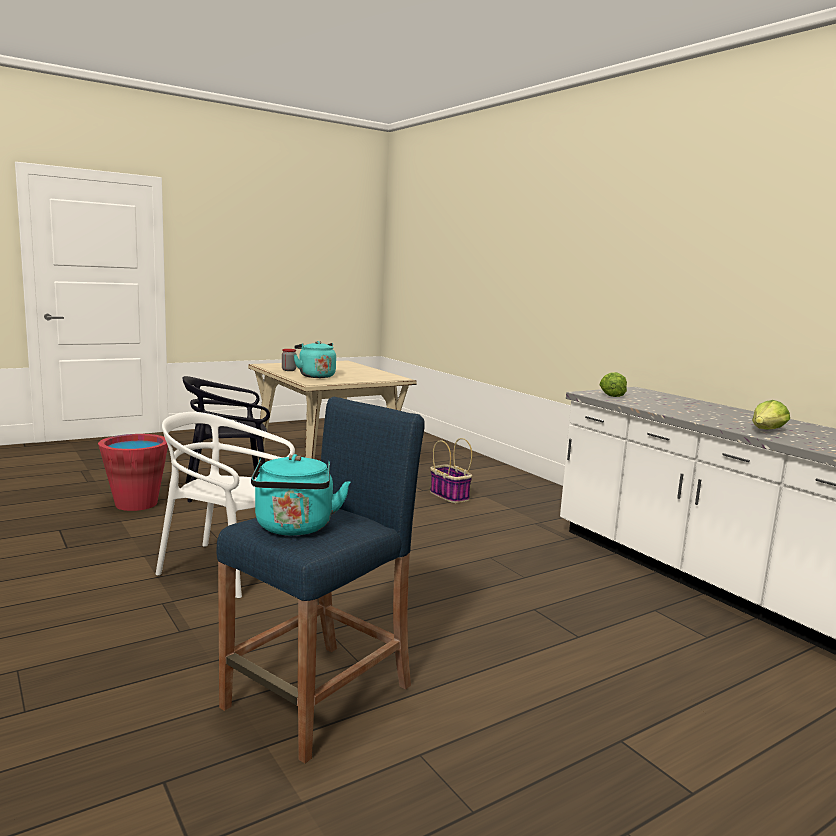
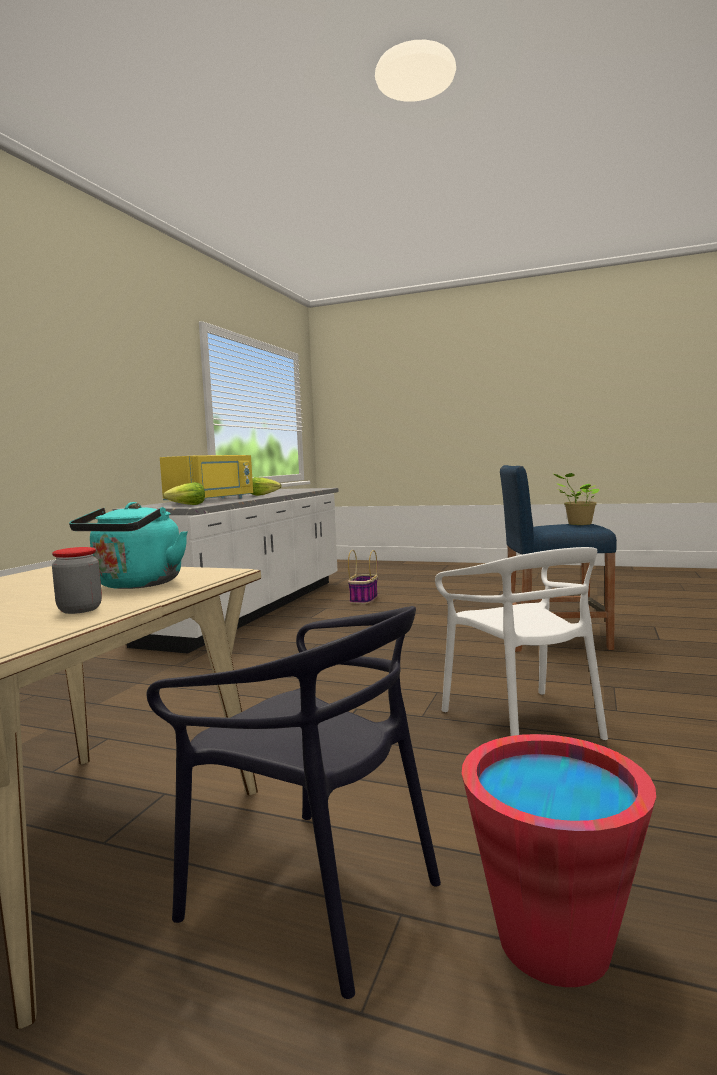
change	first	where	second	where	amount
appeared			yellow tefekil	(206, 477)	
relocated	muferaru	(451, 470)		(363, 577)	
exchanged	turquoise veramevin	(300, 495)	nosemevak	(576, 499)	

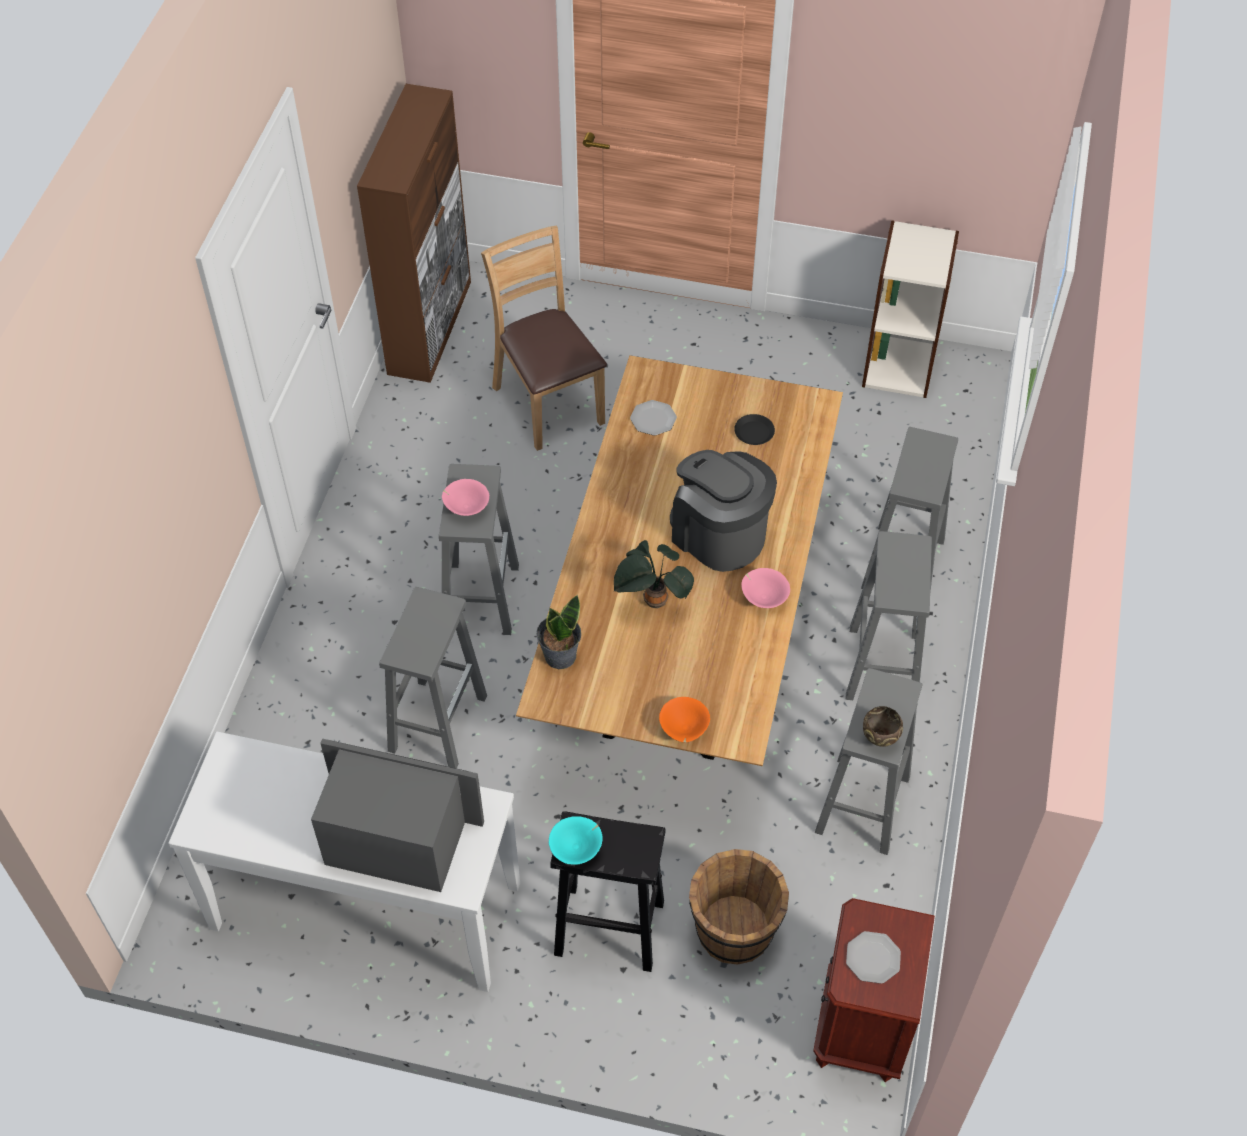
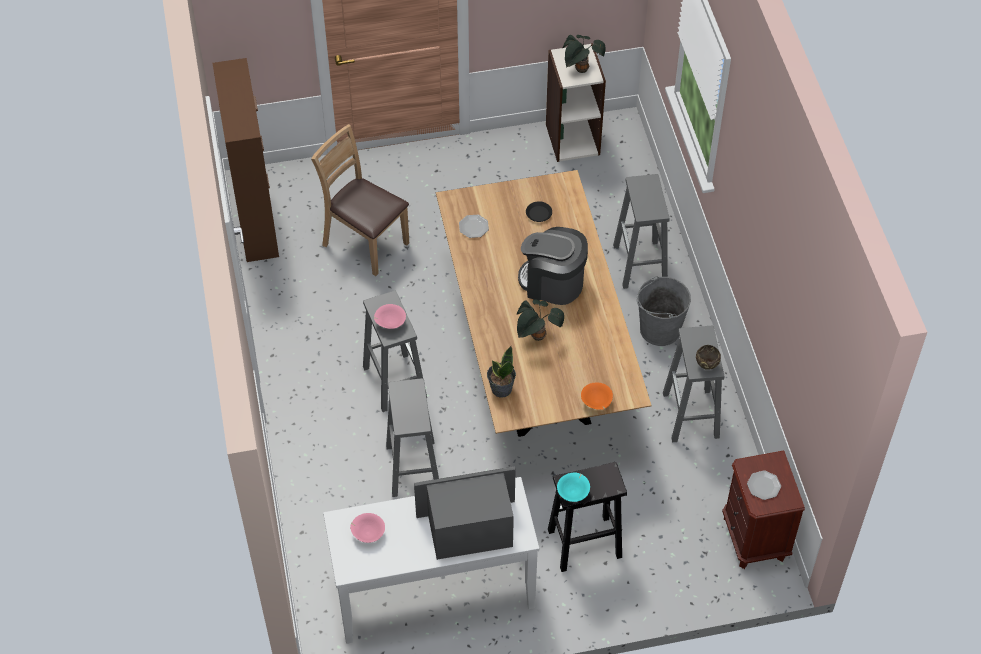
change	first	where	second	where	amount
relocated	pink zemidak	(766, 588)		(367, 528)	
appeared			nosemevak	(584, 54)	
exchanged	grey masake	(889, 617)	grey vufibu	(663, 311)	
missing	brown vufibu	(739, 907)			

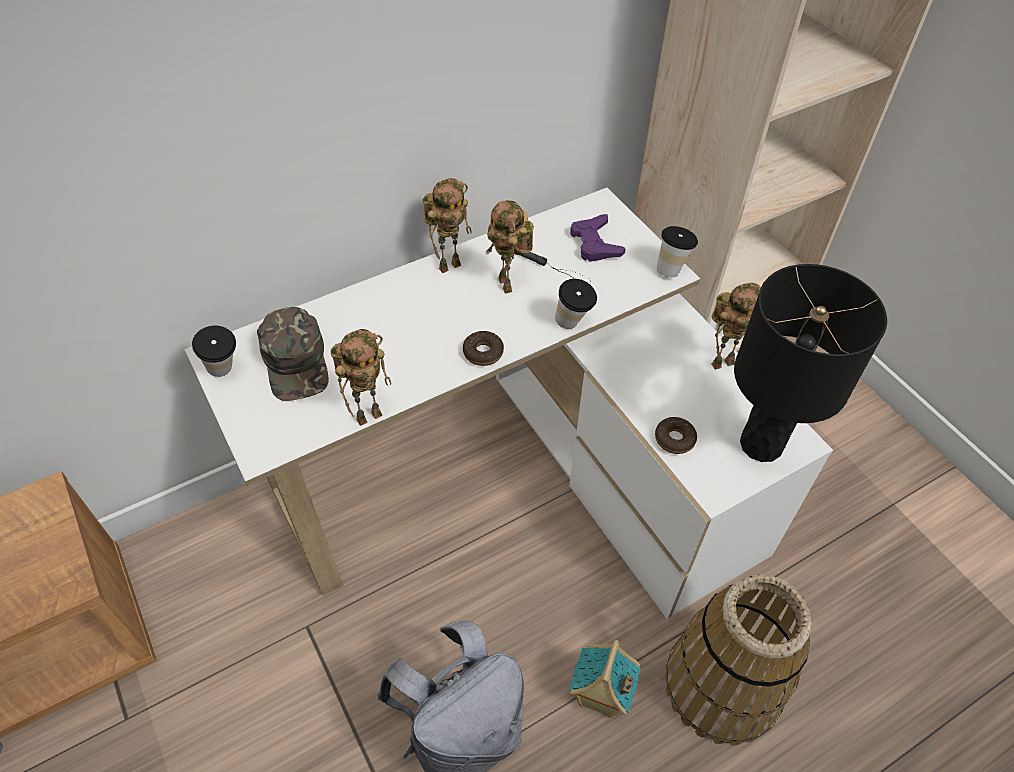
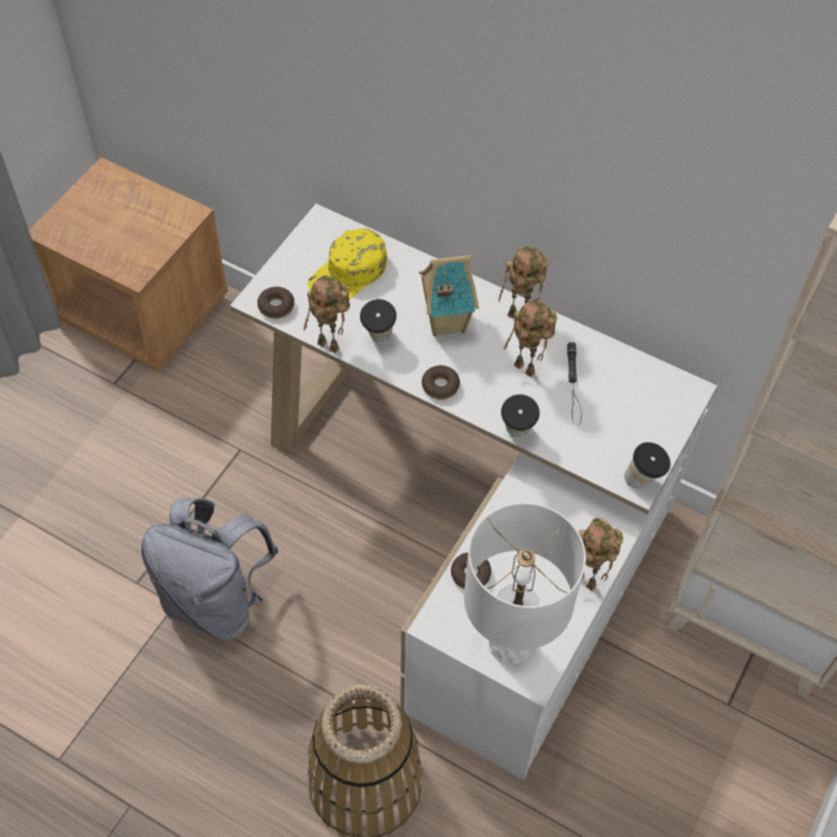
change	first	where	second	where	amount
appeared			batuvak	(275, 303)	
colour	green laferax	(293, 354)	yellow laferax	(347, 264)	
relocated	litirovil	(214, 351)		(378, 320)	
relocated	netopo	(605, 679)		(449, 296)	
colour	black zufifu	(810, 363)	white zufifu	(525, 584)	
spun	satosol	(509, 247)		(530, 338)	90 degrees counterclockwise
missing	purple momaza	(598, 238)			

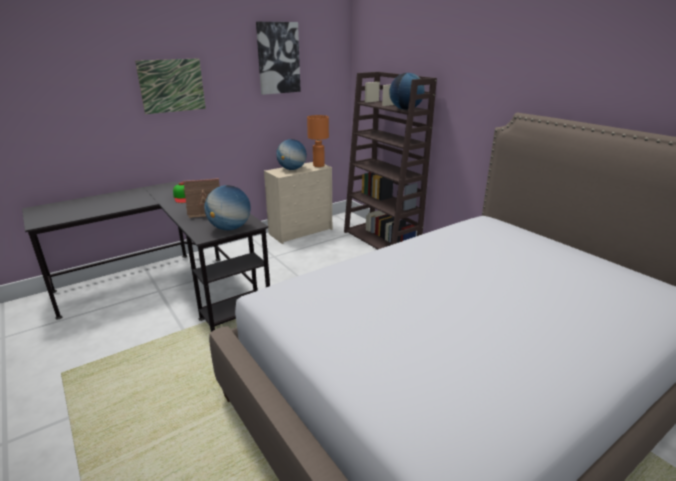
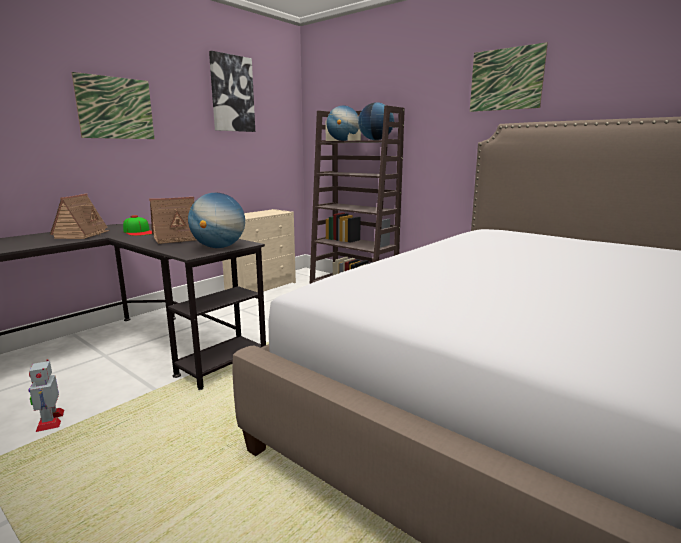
change	first	where	second	where	amount
appeared			satosol	(46, 395)	
appeared			netopo	(80, 216)	
relocated	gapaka	(291, 154)		(342, 123)	
appeared			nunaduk	(509, 77)	
missing	orange zufifu	(318, 141)			

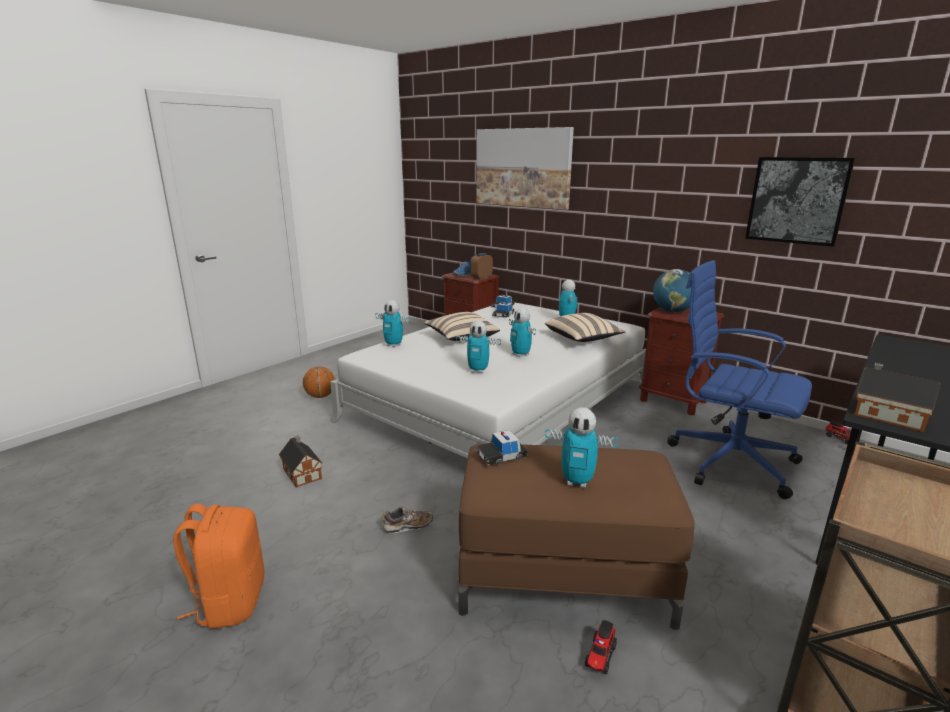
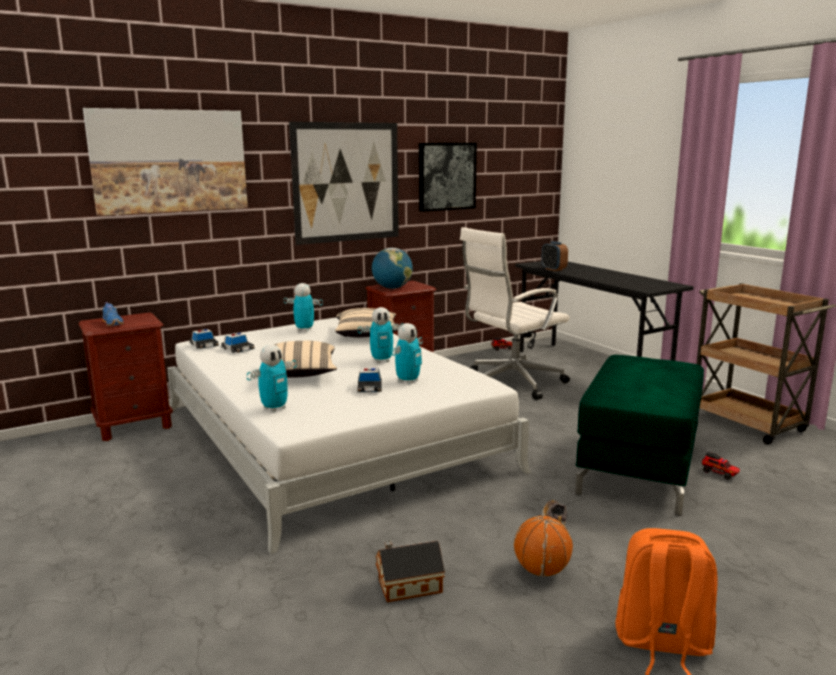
change	first	where	second	where	amount
appeared			nunaduk	(344, 183)	
relocated	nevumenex	(502, 448)		(369, 380)	
colour	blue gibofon	(739, 379)	white gibofon	(515, 313)	
relocated	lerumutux	(319, 382)		(543, 546)	
relocated	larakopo	(481, 266)		(554, 256)	
colour	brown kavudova	(576, 536)	green kavudova	(639, 435)	
missing	satosol	(581, 447)			
missing	netopo	(898, 397)			

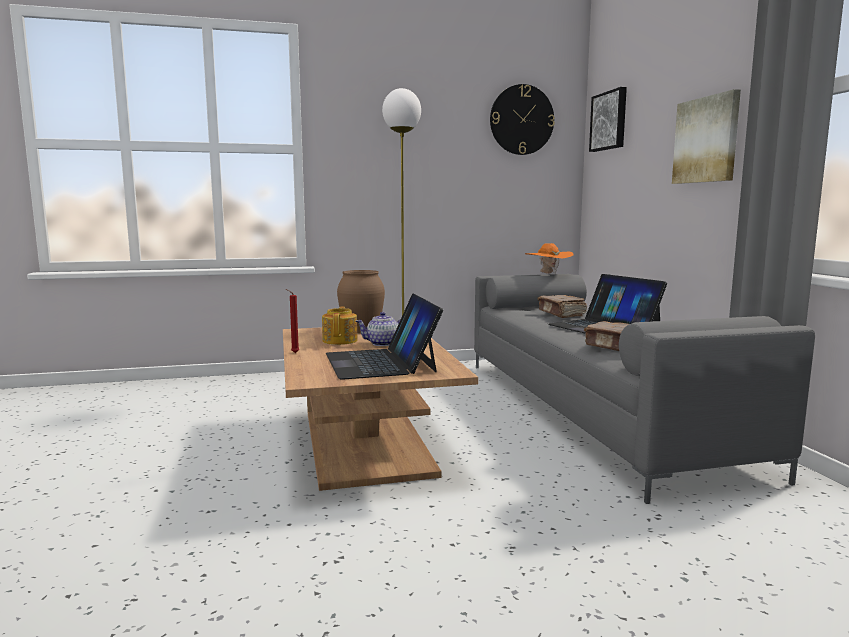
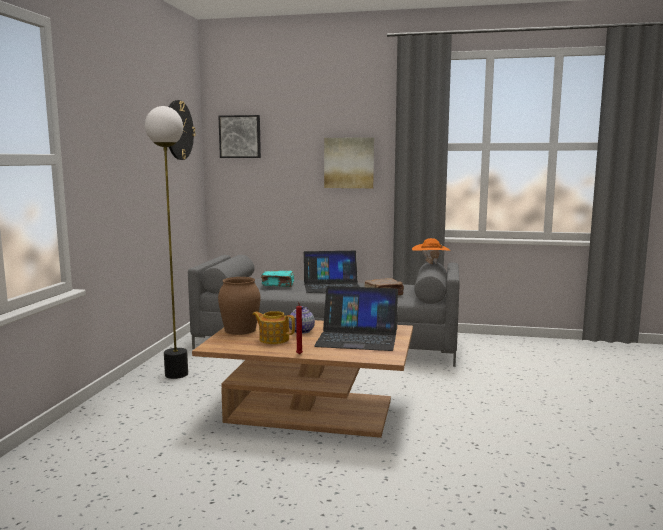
change	first	where	second	where	amount
colour	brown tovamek	(562, 306)	turquoise tovamek	(277, 279)	
relocated	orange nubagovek	(549, 259)		(431, 251)	

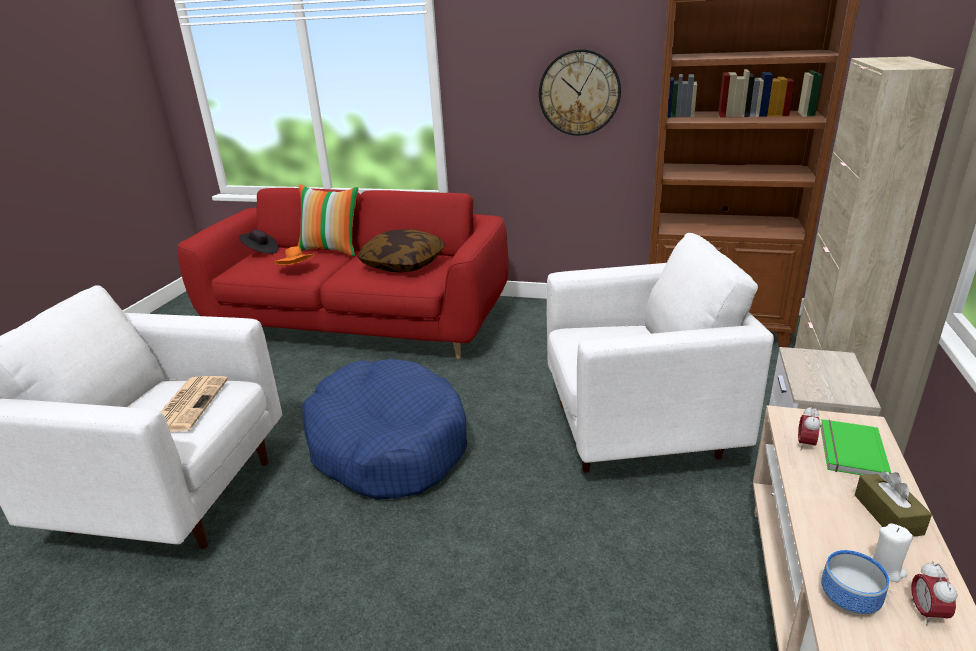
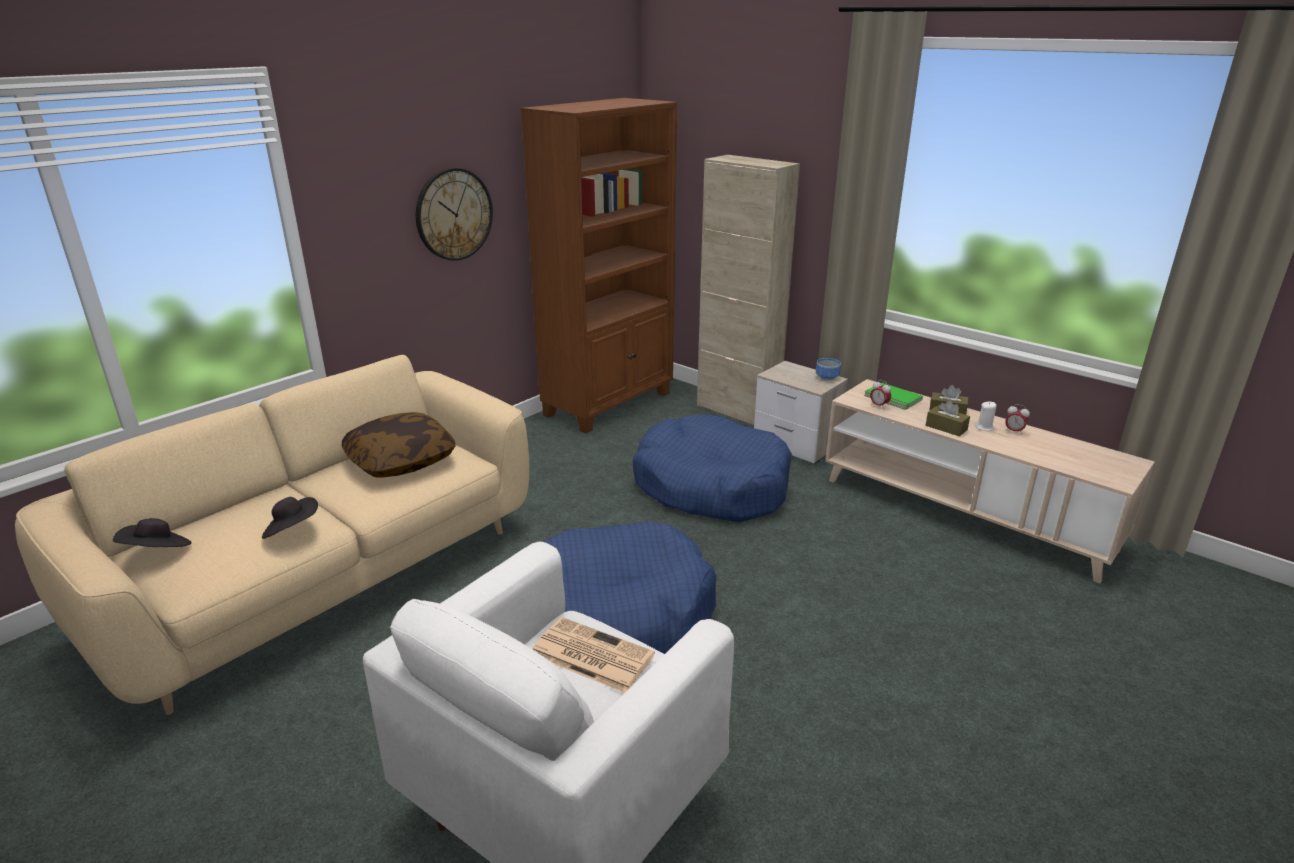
change	first	where	second	where	amount
colour	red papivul	(343, 273)	beige papivul	(272, 535)	
colour	orange nubagovek	(294, 256)	black nubagovek	(290, 518)	
exchanged	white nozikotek	(660, 353)	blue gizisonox	(712, 468)	
relocated	zemidak	(855, 582)		(828, 369)	
appeared			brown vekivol	(948, 418)	
missing	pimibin	(328, 220)			

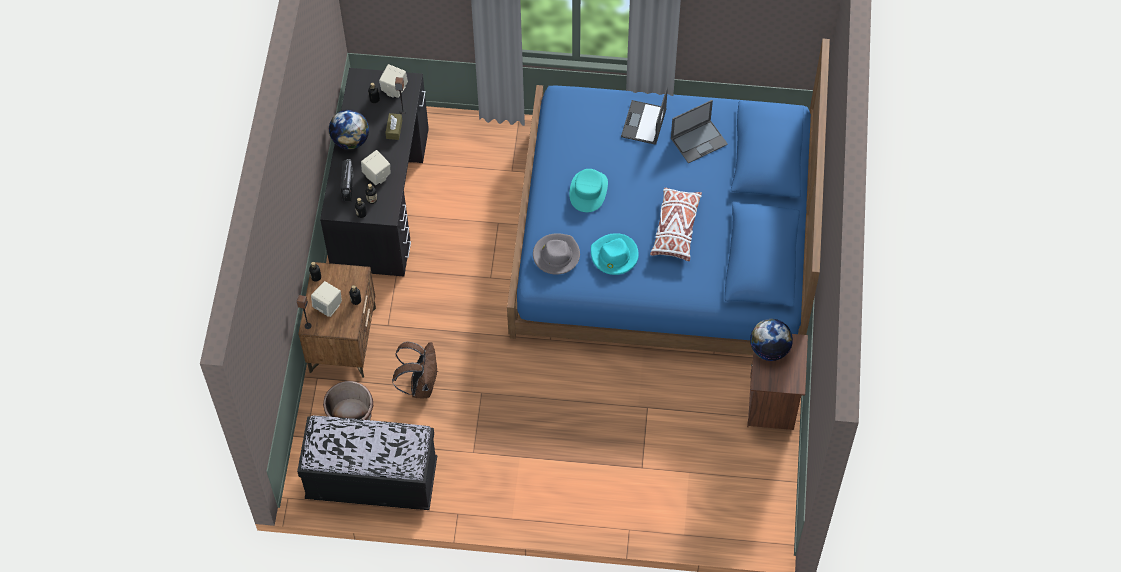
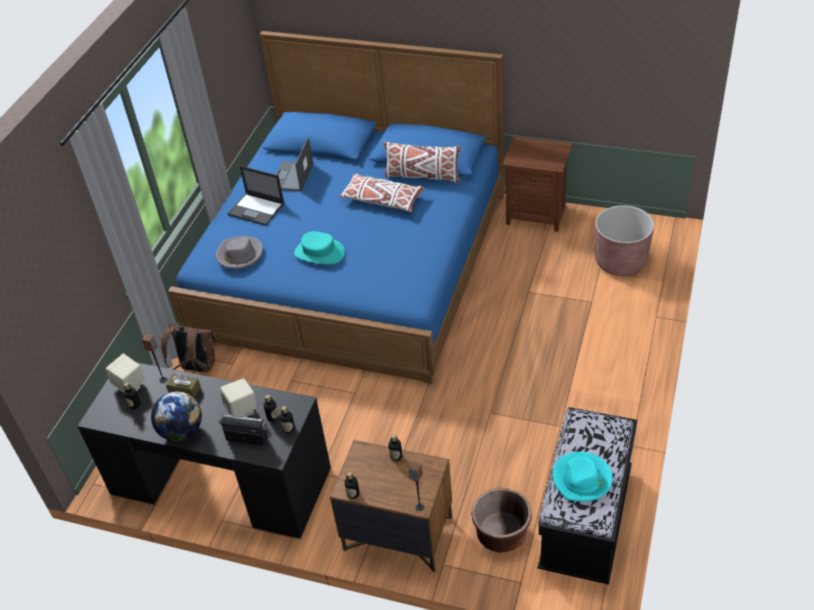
change	first	where	second	where	amount
relocated	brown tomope	(414, 370)		(189, 348)	
relocated	grey nubagovek	(556, 254)		(239, 252)	
spun	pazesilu	(699, 131)		(294, 164)	150 degrees counterclockwise
appeared			white pimibin	(422, 162)	
relocated	turquoise nubagovek	(615, 254)		(583, 477)	
appeared			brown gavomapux	(624, 240)	
missing	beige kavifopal	(326, 299)			
missing	gapaka	(771, 340)			

